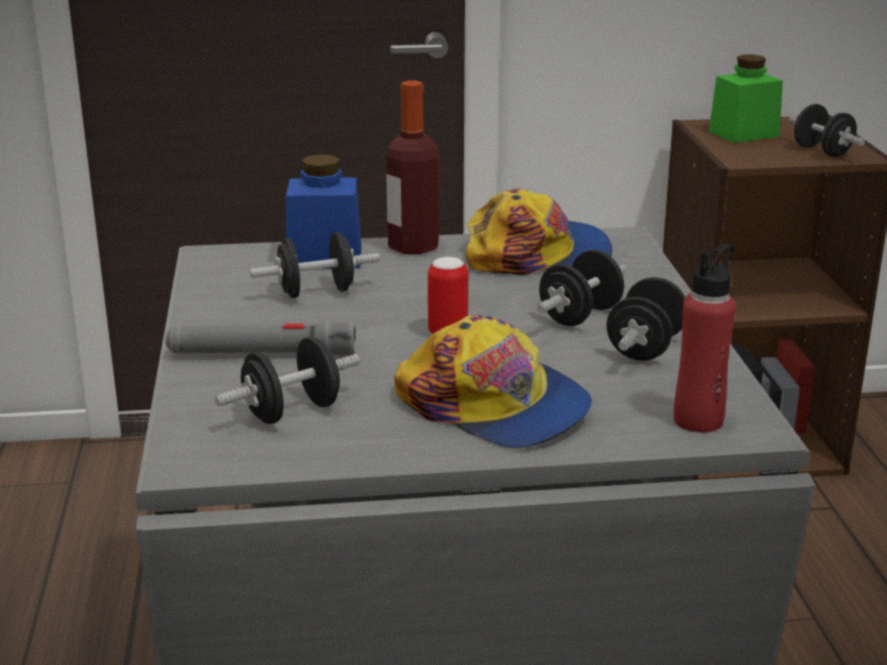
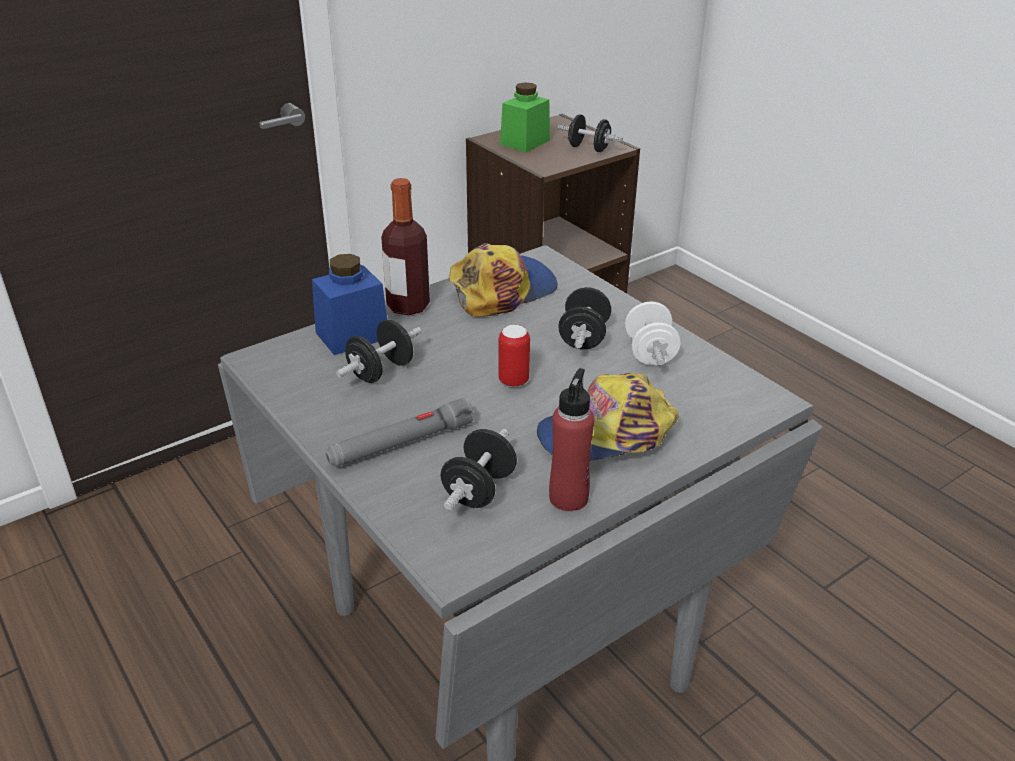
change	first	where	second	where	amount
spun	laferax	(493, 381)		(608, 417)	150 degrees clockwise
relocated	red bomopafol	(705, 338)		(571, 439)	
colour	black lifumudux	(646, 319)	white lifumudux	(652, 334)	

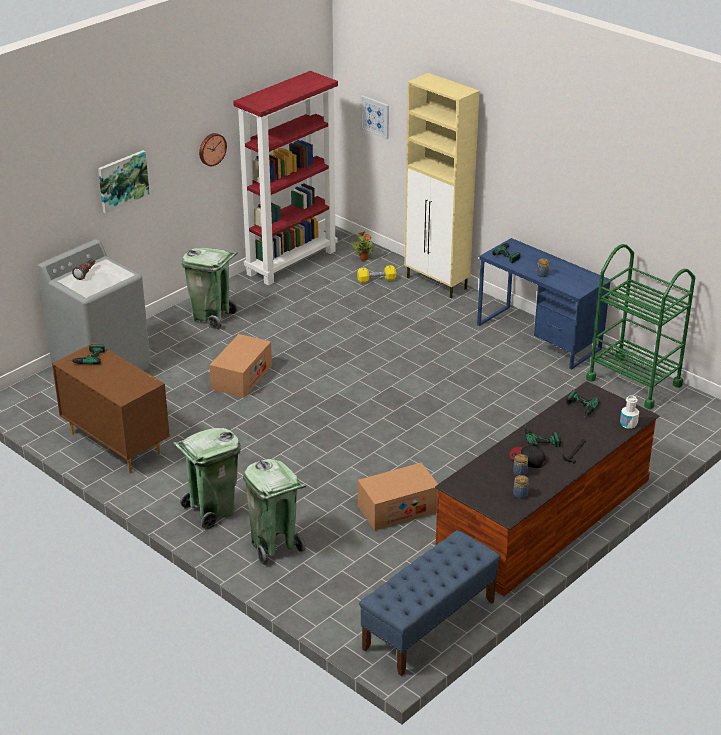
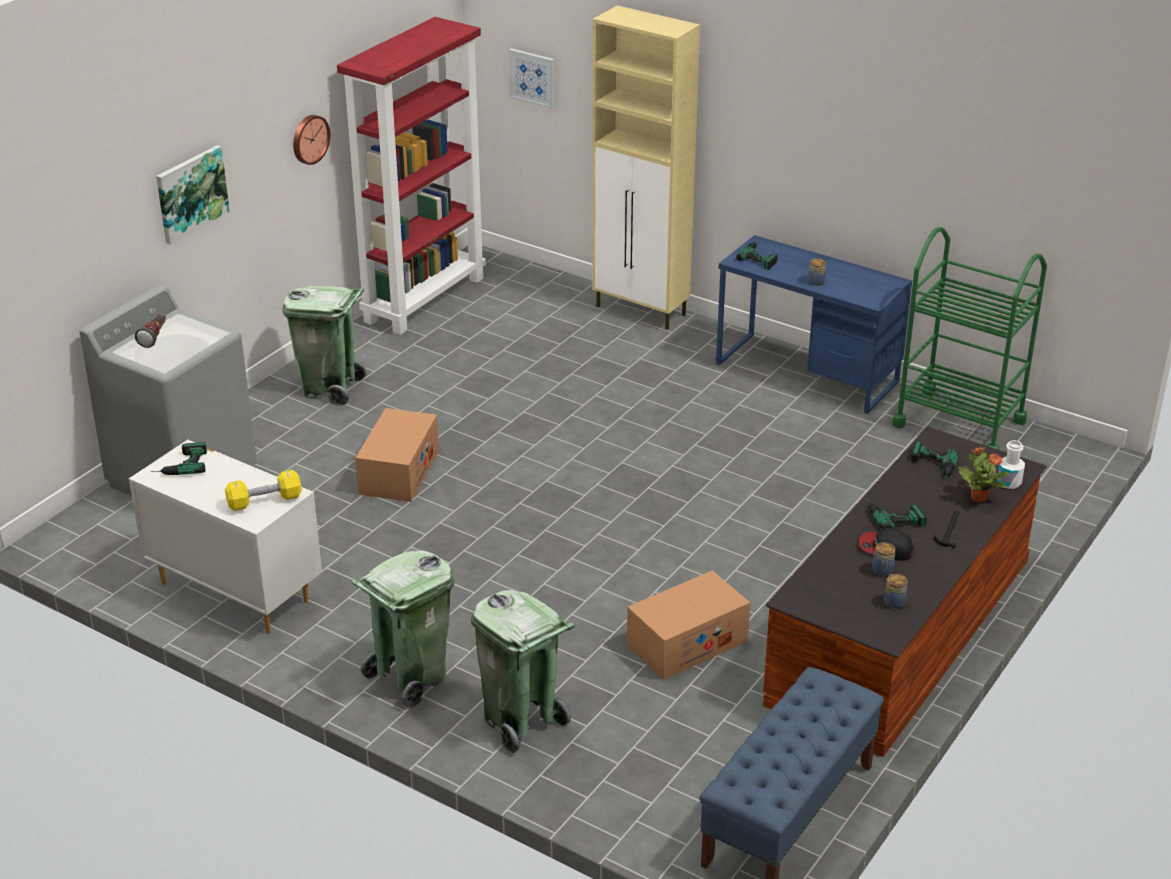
change	first	where	second	where	amount
colour	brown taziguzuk	(111, 407)	white taziguzuk	(225, 537)	
relocated	yellow lifumudux	(376, 274)		(263, 490)	
relocated	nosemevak	(363, 246)		(984, 474)	

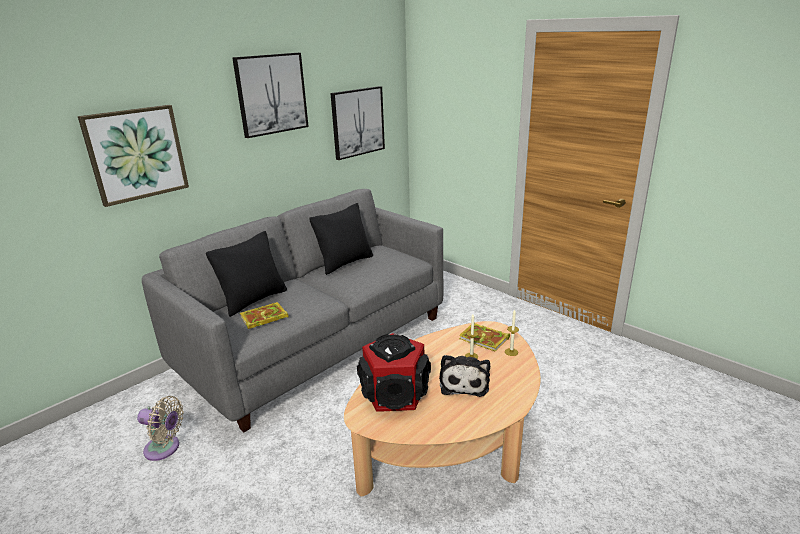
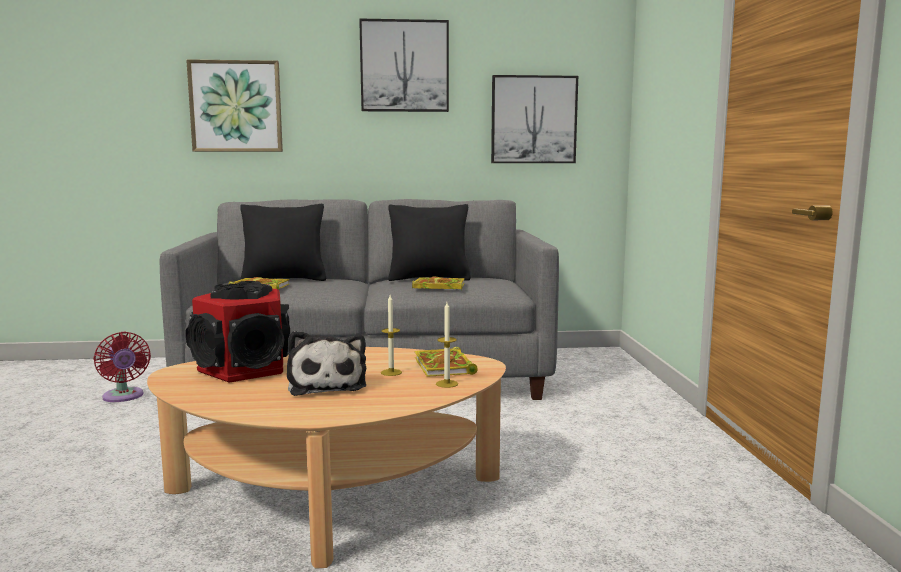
change	first	where	second	where	amount
colour	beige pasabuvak	(160, 428)	red pasabuvak	(122, 367)	
spun	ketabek	(464, 376)		(326, 363)	60 degrees counterclockwise
appeared			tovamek	(438, 283)	

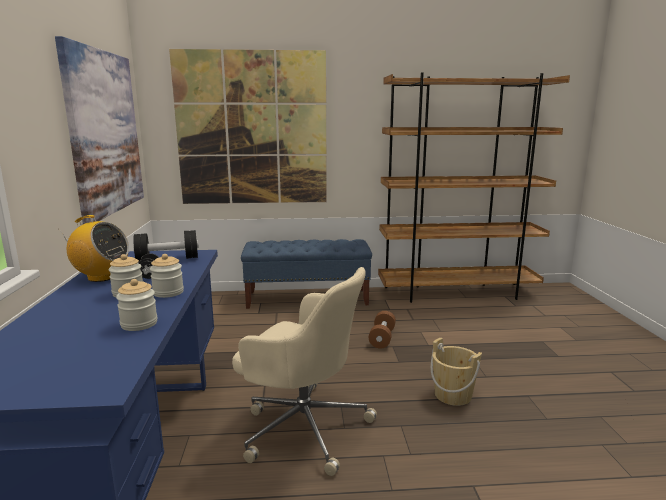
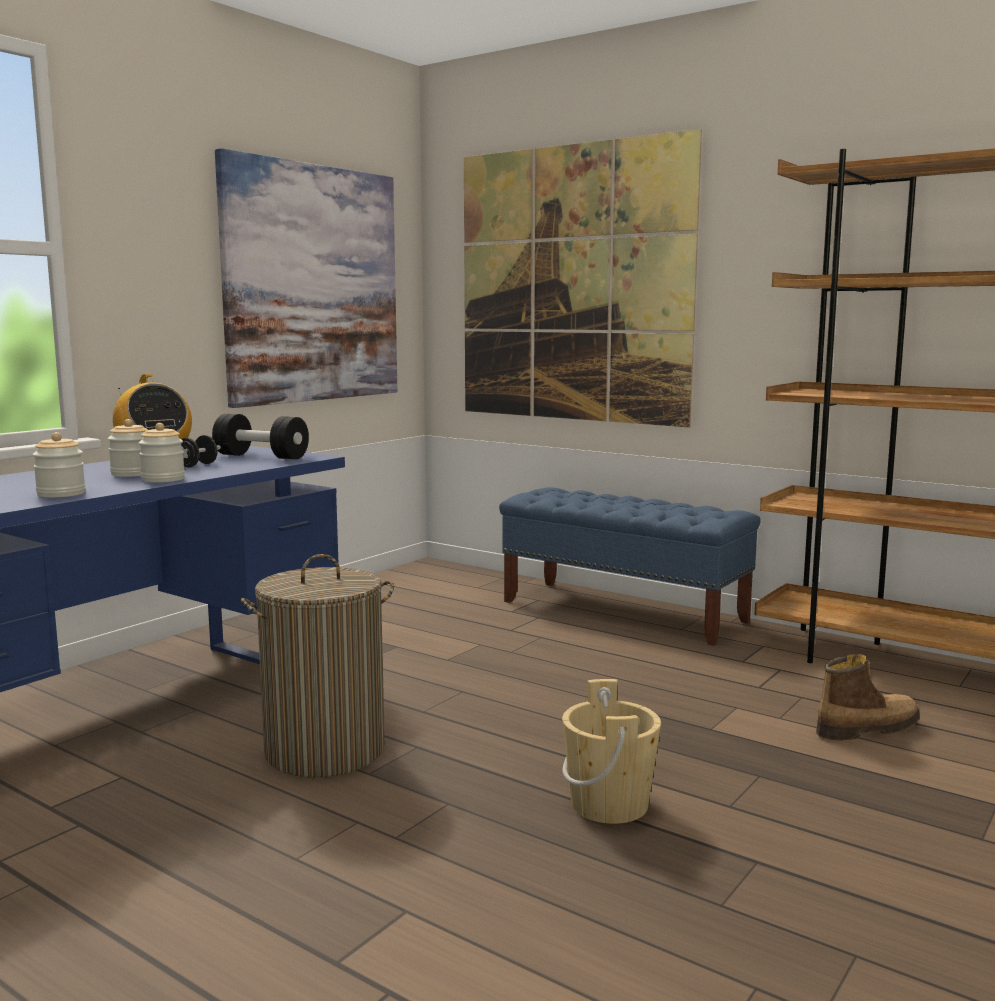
change	first	where	second	where	amount
exchanged	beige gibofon	(304, 371)	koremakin	(317, 665)	
appeared			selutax	(868, 697)	
missing	brown lifumudux	(382, 330)			

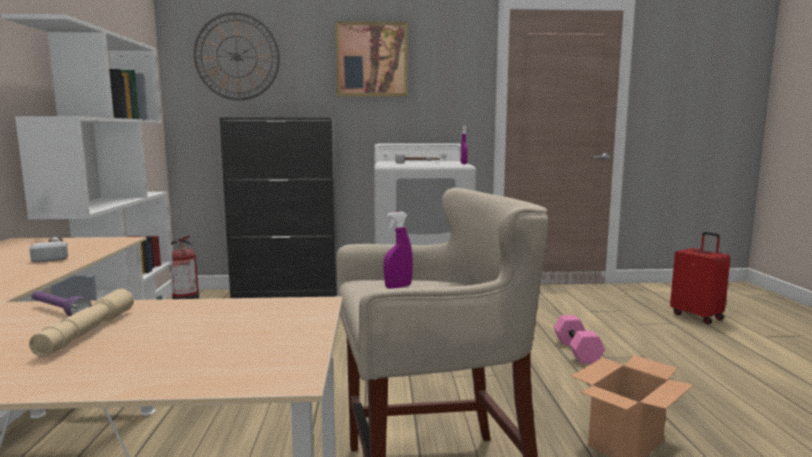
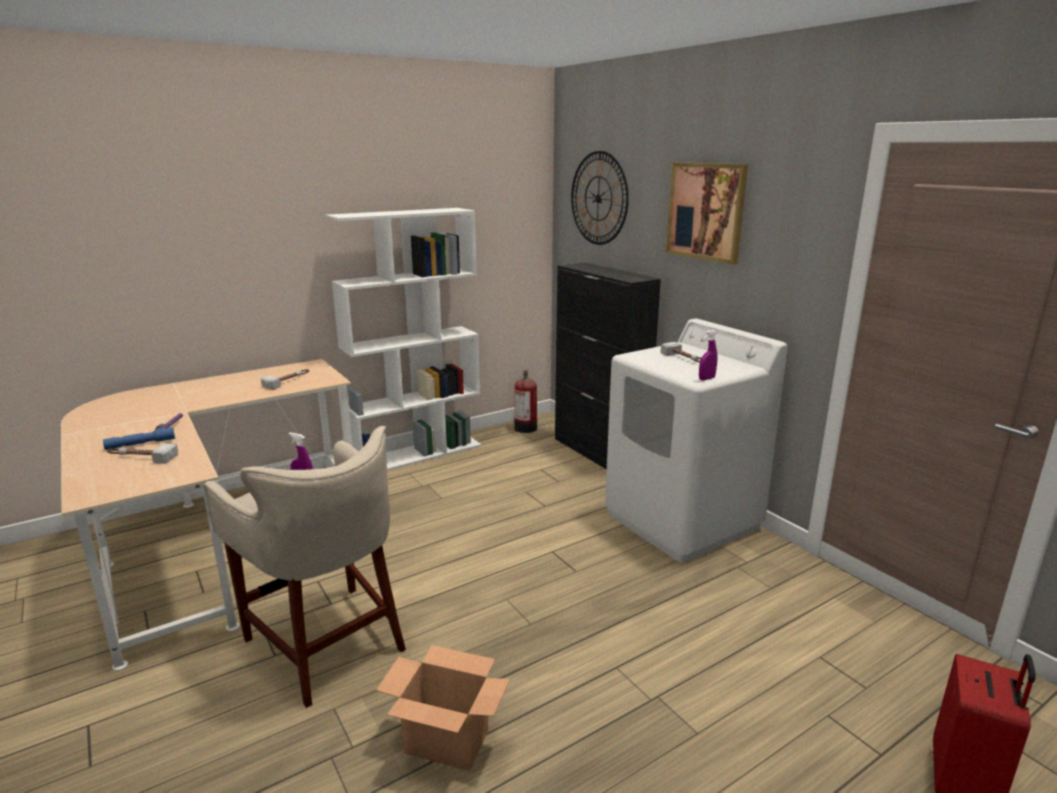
change	first	where	second	where	amount
colour	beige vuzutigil	(81, 323)	blue vuzutigil	(139, 438)	
appeared			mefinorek	(142, 453)	
missing	pink lifumudux	(579, 339)			

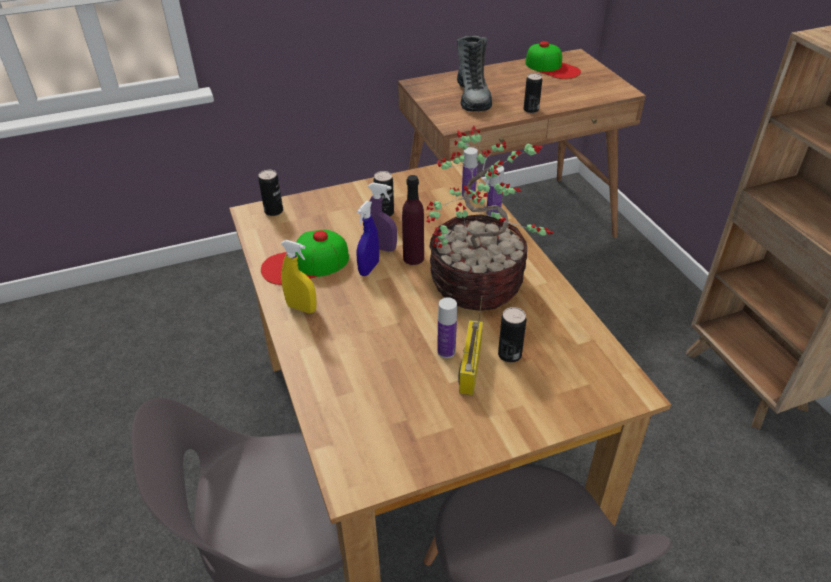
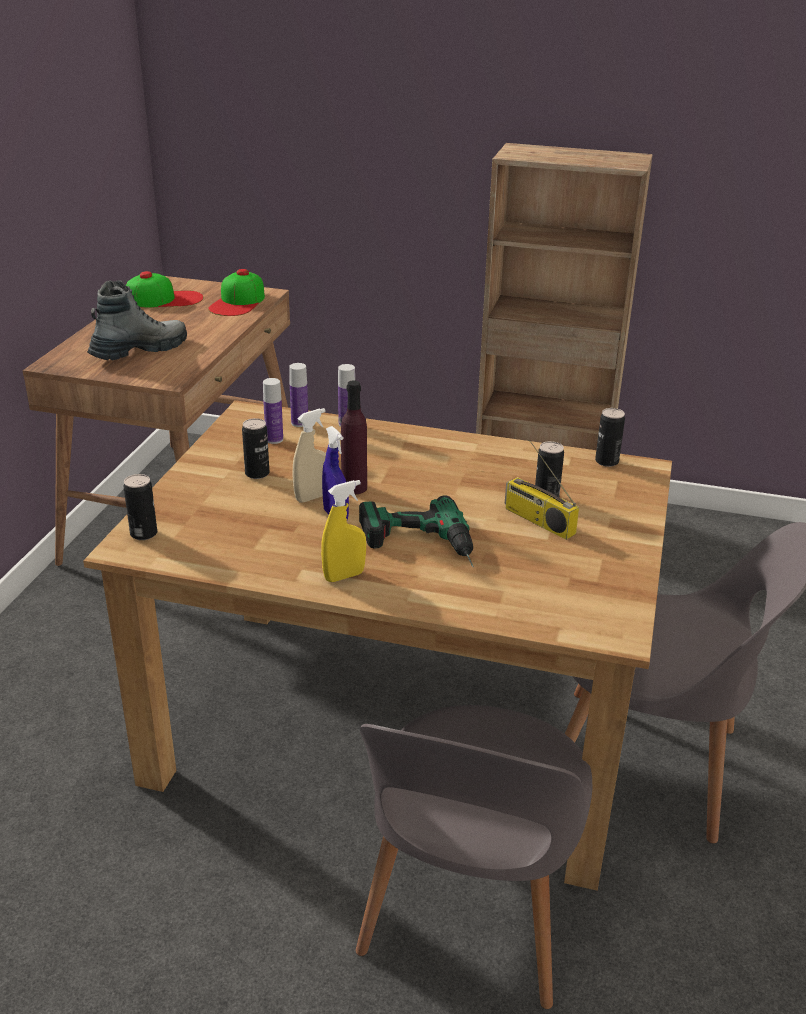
change	first	where	second	where	amount
spun	selutax	(474, 74)		(137, 320)	75 degrees counterclockwise
relocated	laferax	(305, 257)		(236, 292)	
relocated	bomopafol	(447, 327)		(273, 411)	
colour	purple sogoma	(382, 217)	beige sogoma	(309, 455)	
appeared			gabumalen	(416, 531)	
relocated	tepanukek	(533, 93)		(610, 437)	
missing	nosemevak	(490, 218)			

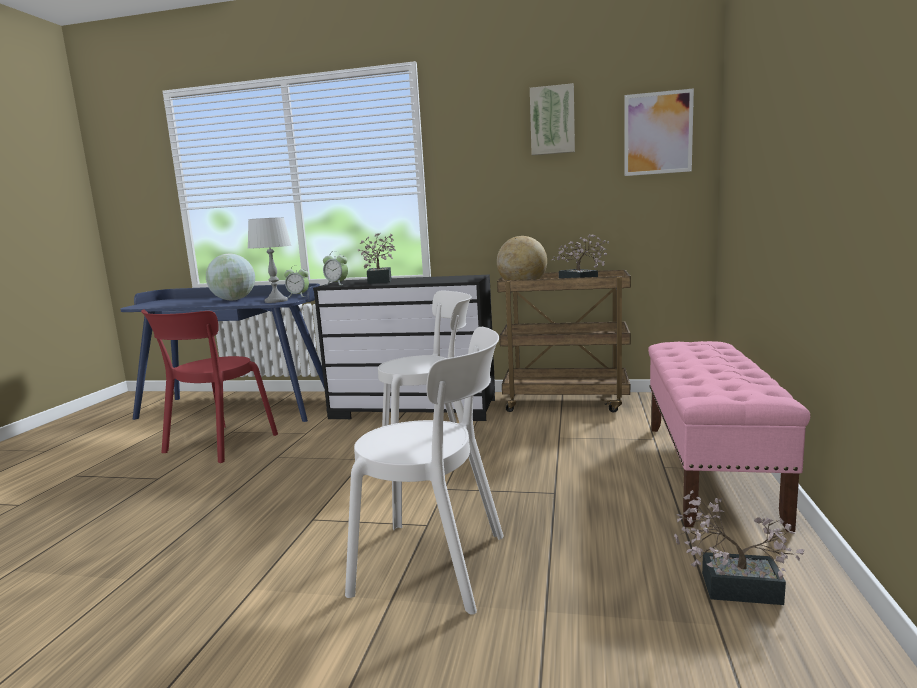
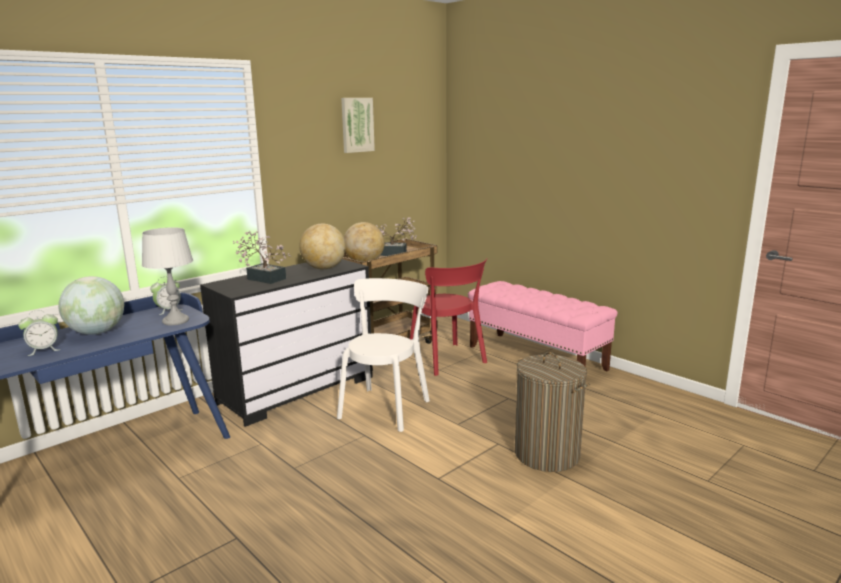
change	first	where	second	where	amount
relocated	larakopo	(335, 268)		(39, 333)	
appeared			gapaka	(322, 246)	
relocated	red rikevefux	(209, 386)		(448, 317)	
exchanged	white rikevefux	(424, 470)	koremakin	(552, 412)	
missing	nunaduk	(659, 132)			
missing	nosemevak	(739, 547)			

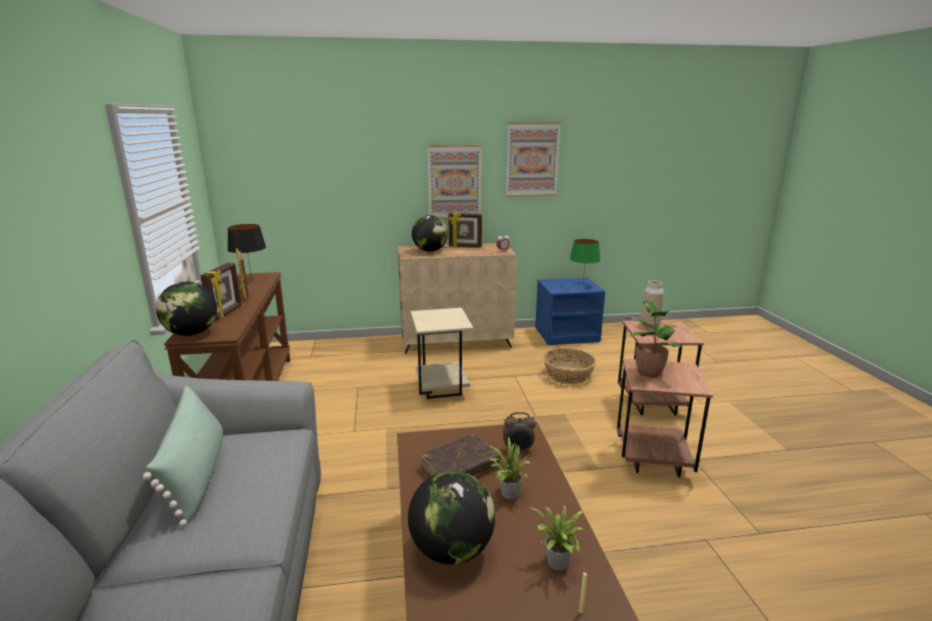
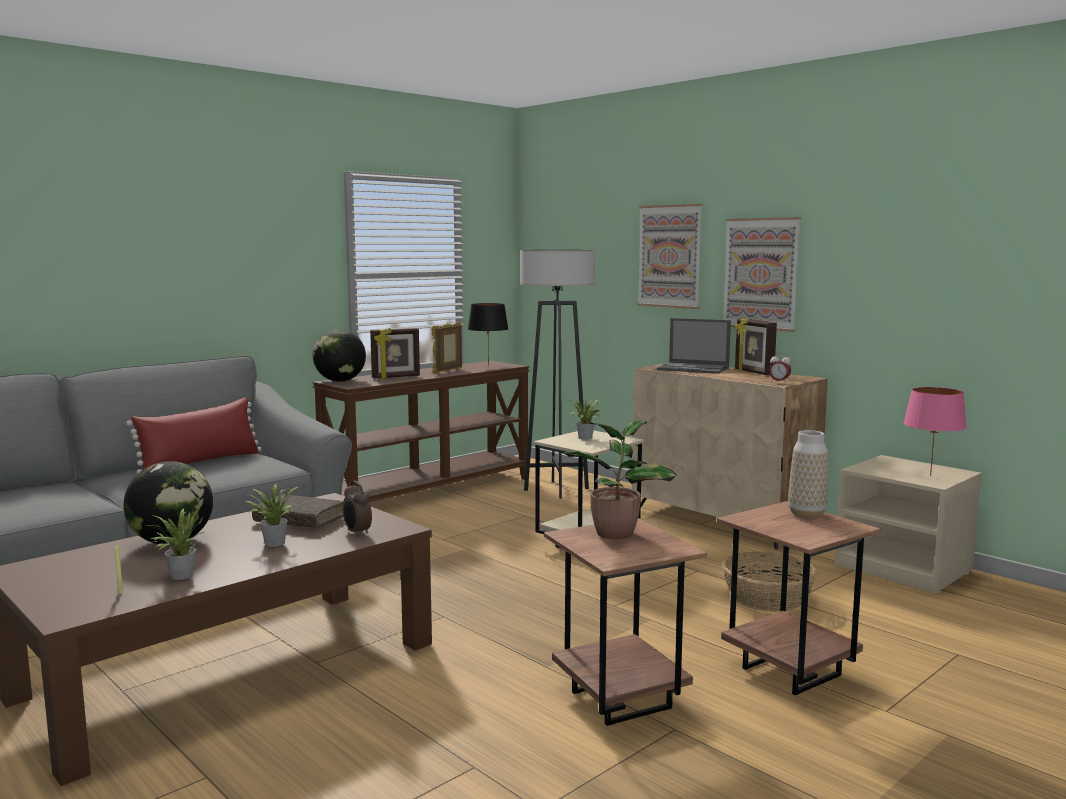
change	first	where	second	where	amount
colour	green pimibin	(183, 456)	red pimibin	(194, 435)	
appeared			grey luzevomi	(557, 374)	
appeared			nosemevak	(584, 418)	
relocated	nunaduk	(533, 159)		(670, 256)	
exchanged	gapaka	(430, 233)	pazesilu	(694, 346)	
colour	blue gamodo	(570, 311)	beige gamodo	(908, 524)	
colour	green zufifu	(585, 260)	pink zufifu	(935, 431)	

